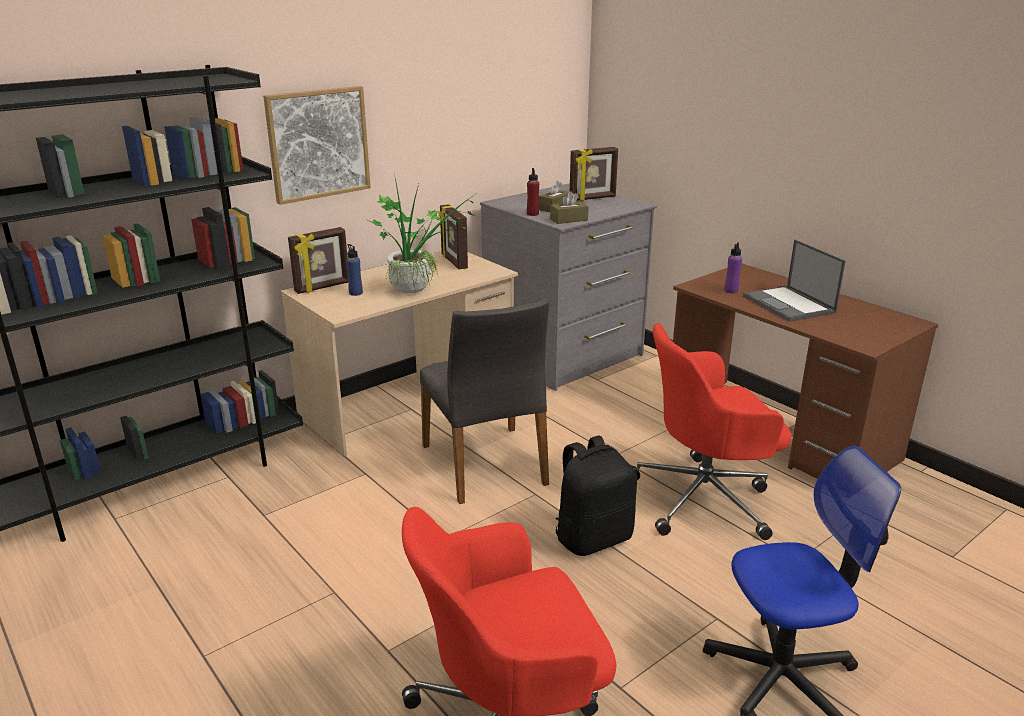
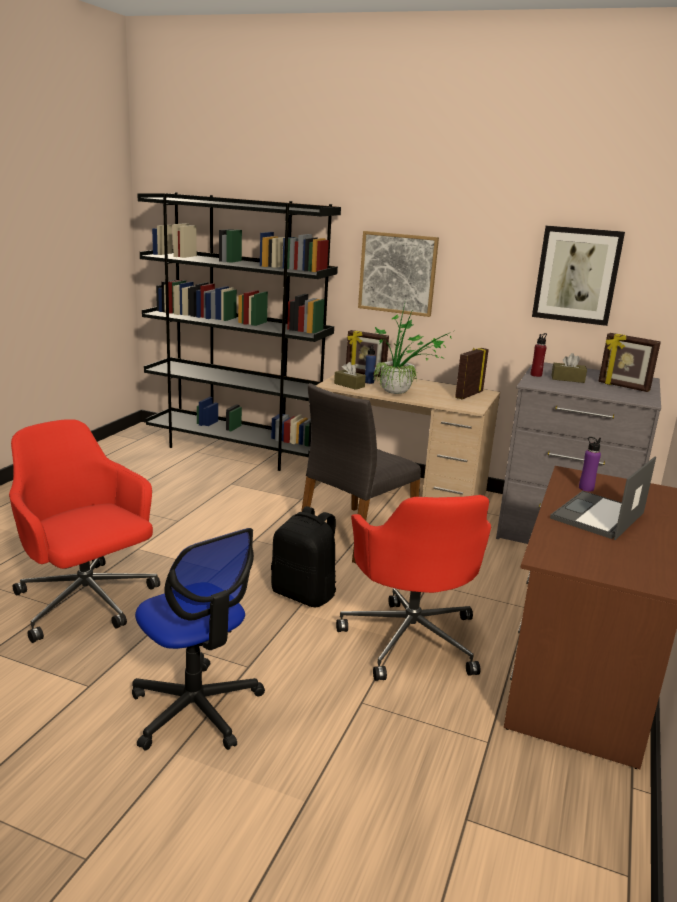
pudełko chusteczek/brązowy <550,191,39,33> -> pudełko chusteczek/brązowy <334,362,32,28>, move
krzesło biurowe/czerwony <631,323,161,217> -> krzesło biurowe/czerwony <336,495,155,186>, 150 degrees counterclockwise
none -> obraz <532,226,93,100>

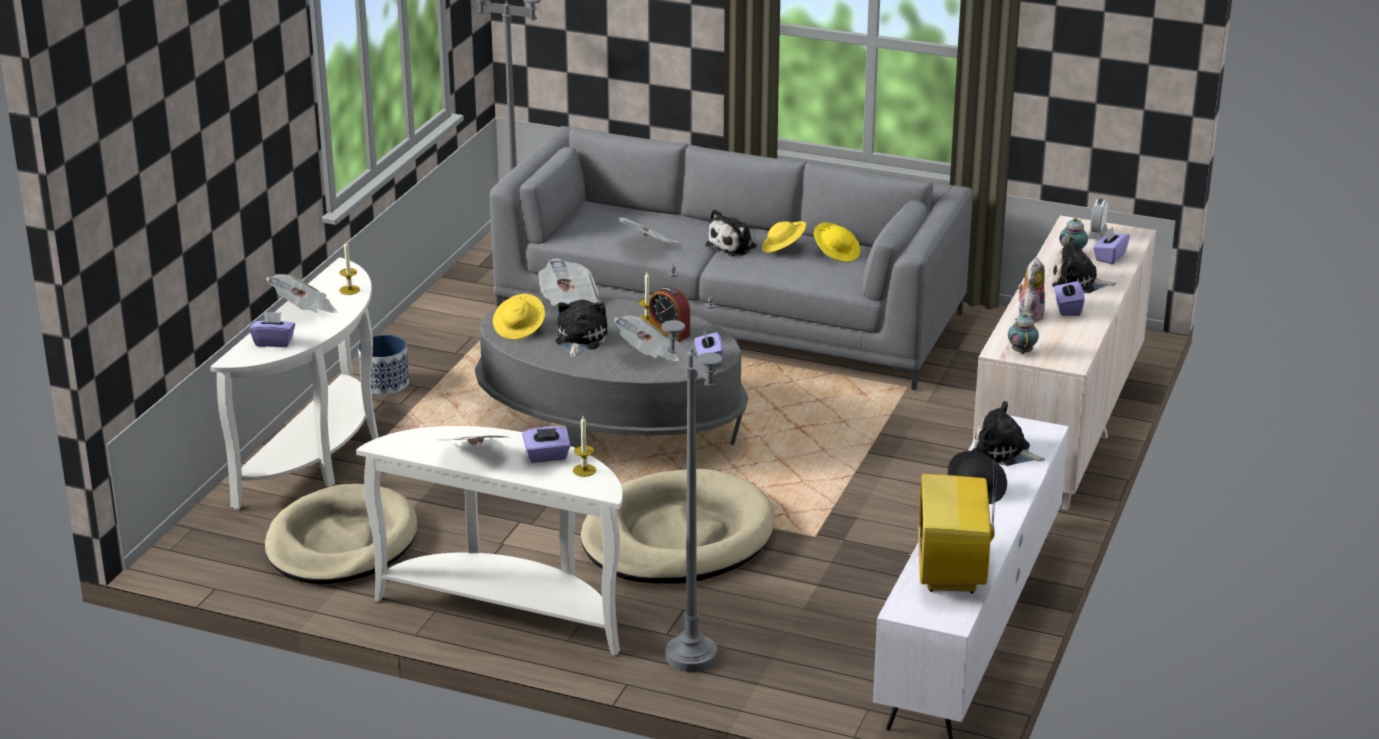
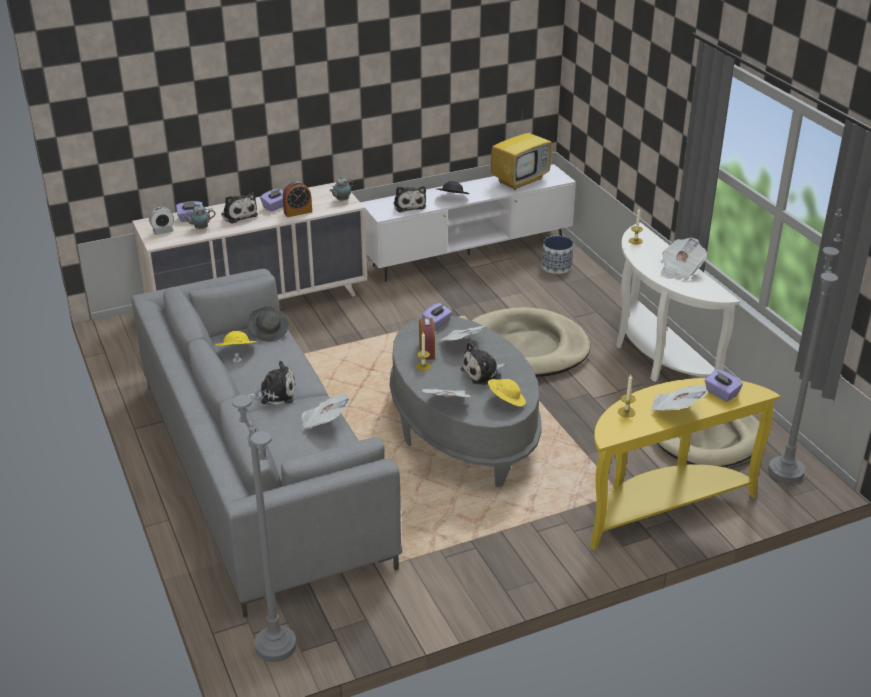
kapelusz/żółty <762,221,44,32> -> none
stolik konsolowy/biały <210,257,168,252> -> stolik konsolowy/żółty <590,378,190,172>
pluszak <1018,258,27,65> -> budzik <283,181,29,36>
lampa stojąca/szary <662,265,60,407> -> lampa stojąca/szary <768,208,74,275>, move
donica <358,335,51,60> -> donica <542,236,32,38>, move
pudełko chusteczek/fioletowy <522,426,49,37> -> none
none -> kapelusz/szary <248,306,40,36>

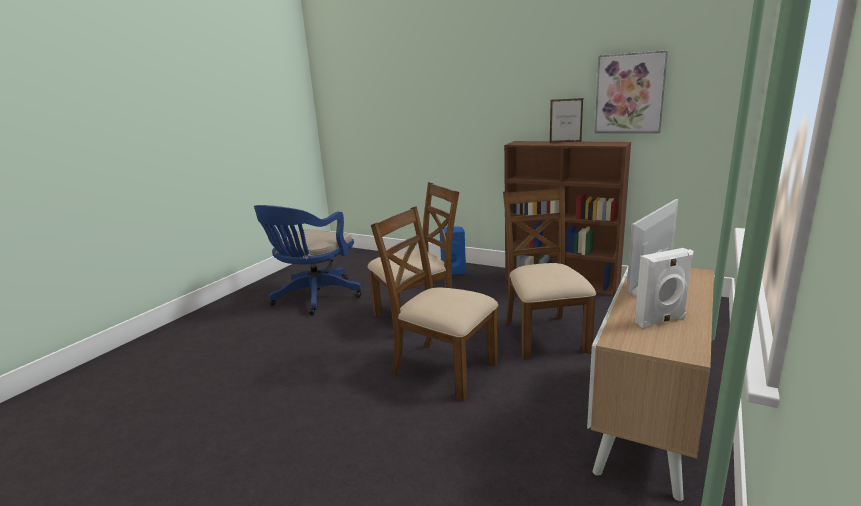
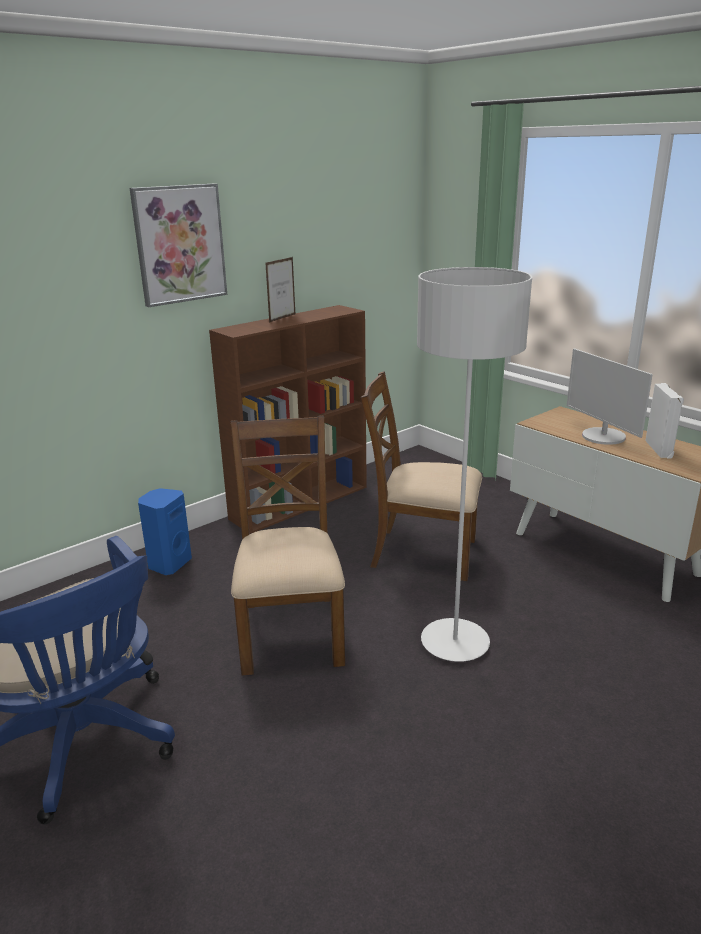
obraz <595,50,73,83> -> obraz <130,184,97,123>, move
krzesło/brązowy <371,206,127,195> -> lampa stojąca/szary <417,267,115,395>

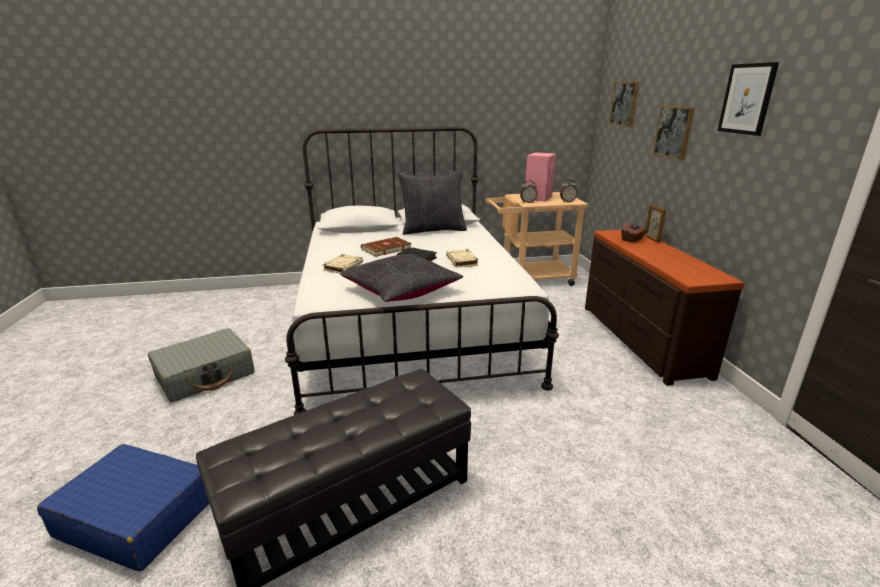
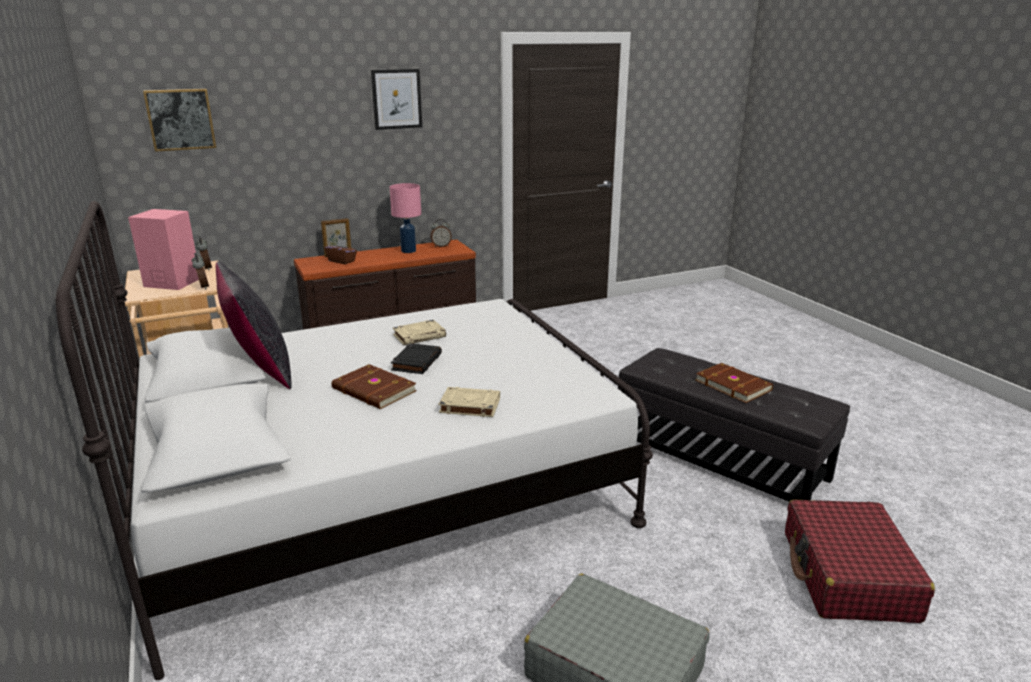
obraz <653,106,41,54> -> none
poduszka/czarny <340,254,124,48> -> none
walizka/niebieski <37,444,172,128> -> walizka/czerwony <785,499,150,124>
none -> lampa stołowa/różowy <390,183,31,70>
none -> budzik <430,219,22,28>
none -> książka/brązowy <695,363,78,40>

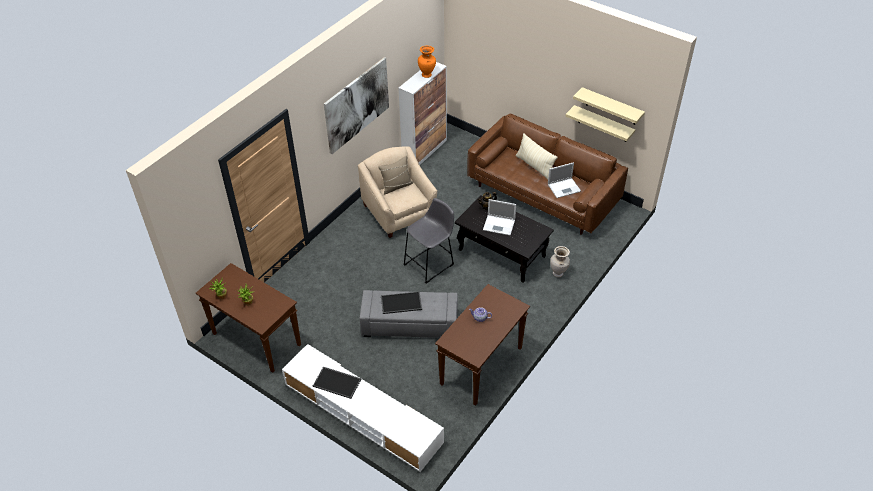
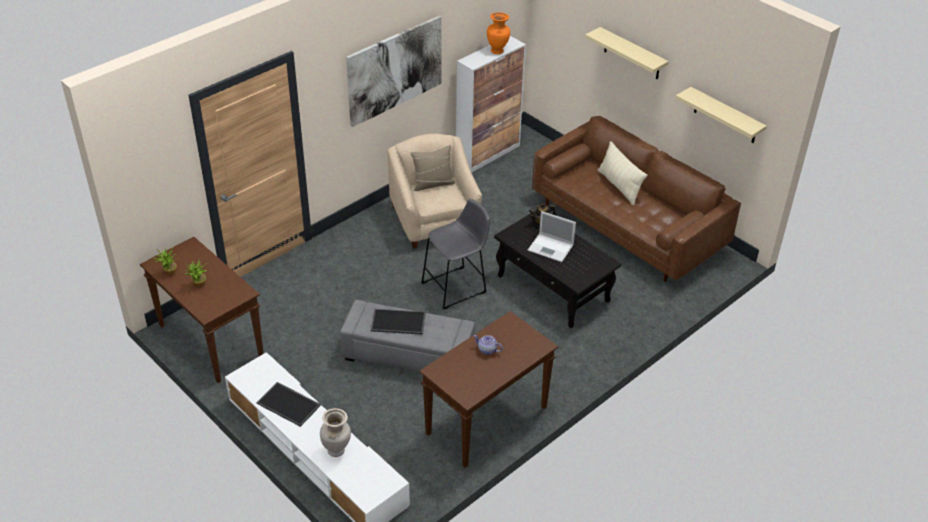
półka/beżowy <565,105,70,37> -> półka/beżowy <585,27,84,52>, move
laptop <548,162,33,36> -> none
wazon/beżowy <550,246,20,31> -> wazon/beżowy <320,408,31,49>, move

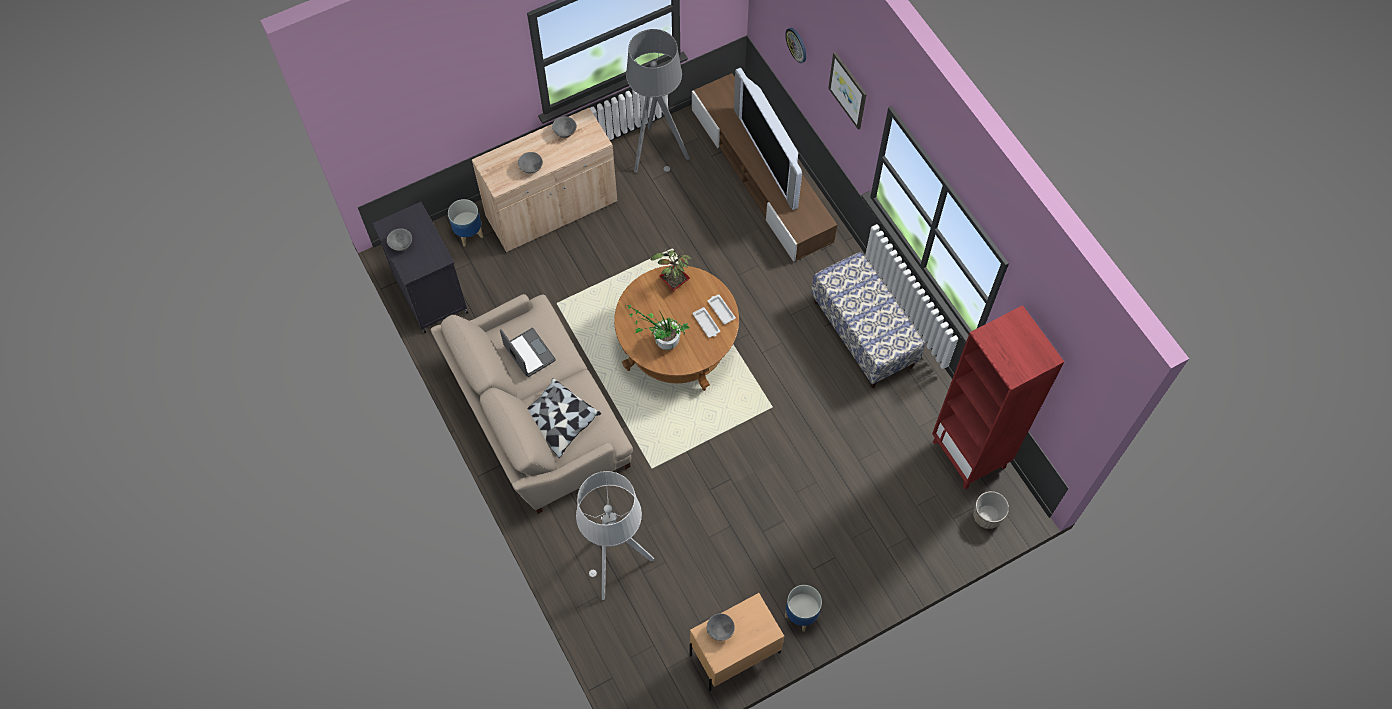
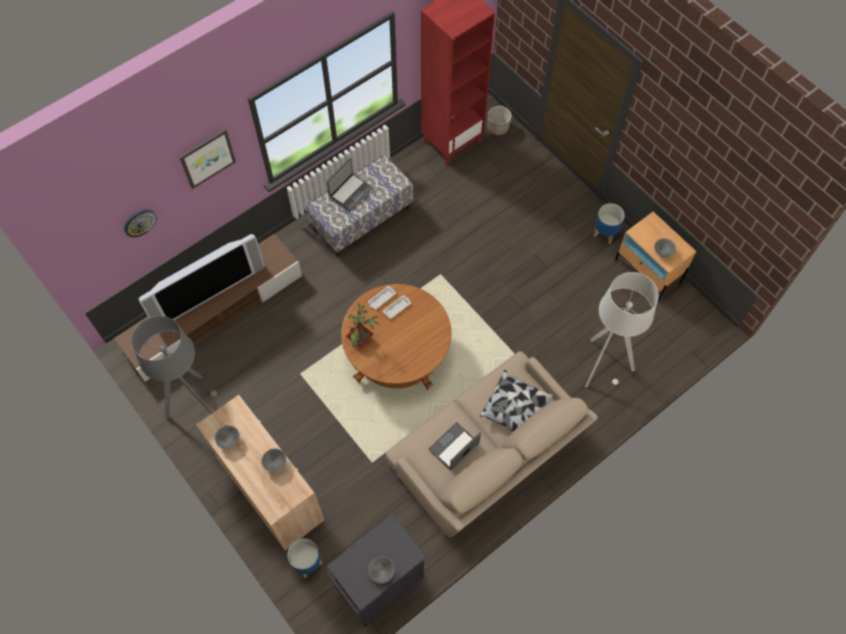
roślina doniczkowa <625,304,65,46> -> none
none -> laptop <327,158,46,53>

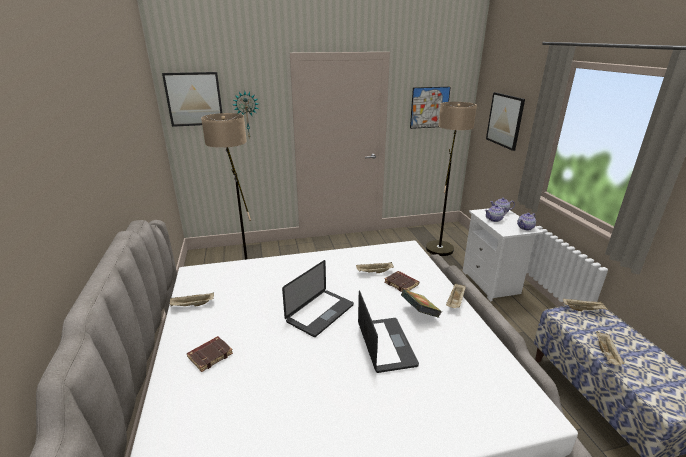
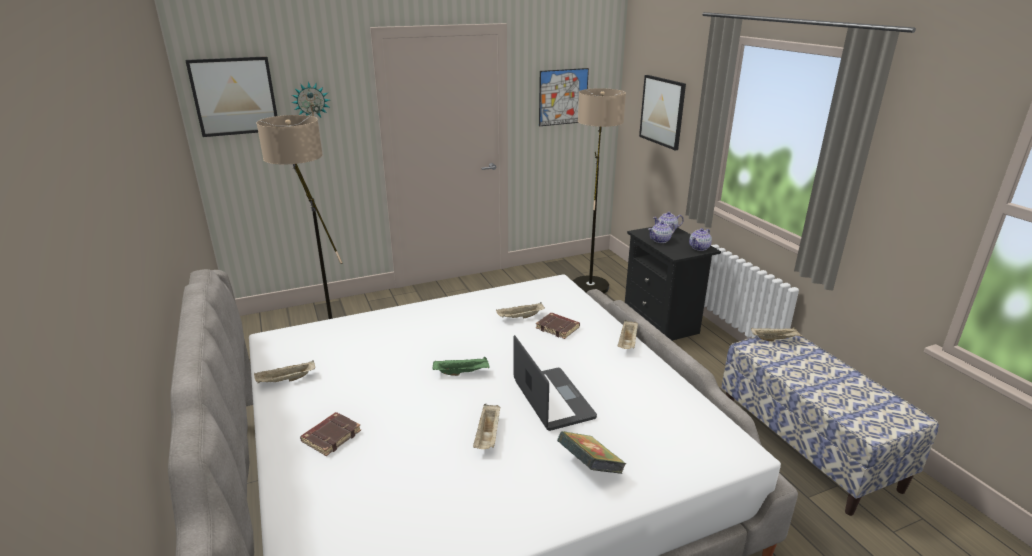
szafka nocna/biały <462,208,81,93> -> szafka nocna/czarny <625,227,96,114>
laptop <282,260,72,77> -> taca/zielony <432,357,58,19>
książka <401,290,41,28> -> książka <557,431,69,43>, move
taca/beżowy <596,331,28,34> -> taca/beżowy <473,404,27,45>, move

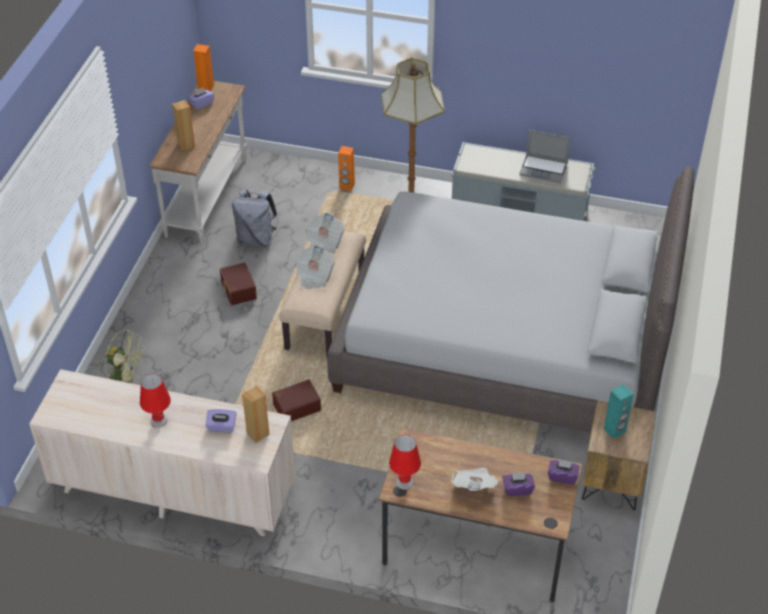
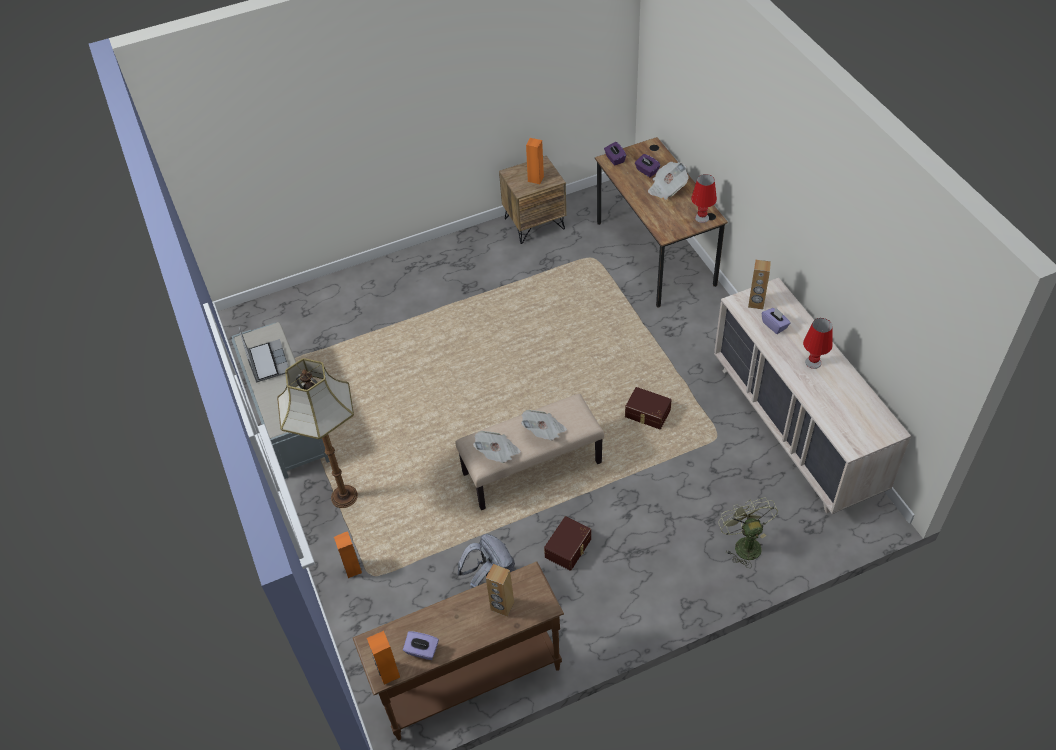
stolik konsolowy/biały <149,81,98,163> -> stolik konsolowy/brązowy <353,562,211,178>
łóżko/szary <327,167,368,266> -> none
głośnik/turkusowy <604,384,30,55> -> głośnik/pomarańczowy <526,138,18,46>

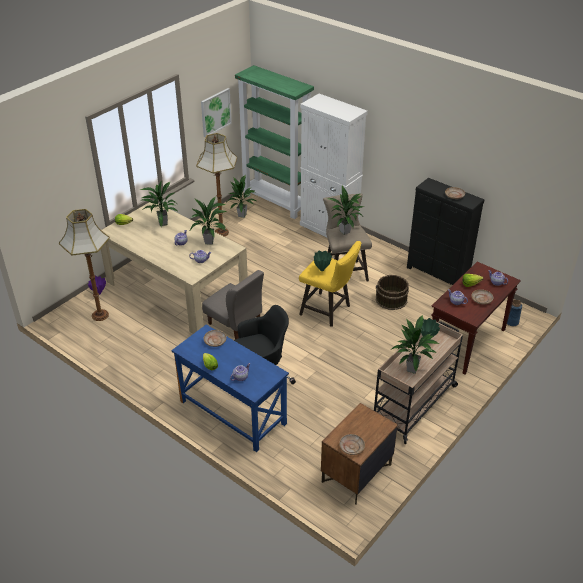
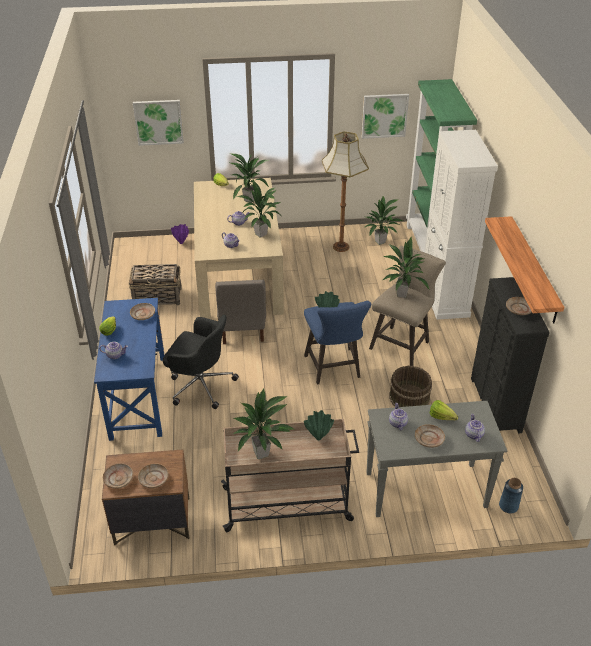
lampa stojąca <59,209,51,112> -> none
stołek/żółty <299,241,62,86> -> stołek/niebieski <304,301,68,84>
stolik konsolowy/brązowy <431,262,90,113> -> stolik konsolowy/szary <366,401,141,116>
none -> obraz <133,100,51,46>
none -> półka <485,216,79,107>
none -> koszyk <128,264,54,41>
none -> talerz/beżowy <138,464,30,24>

